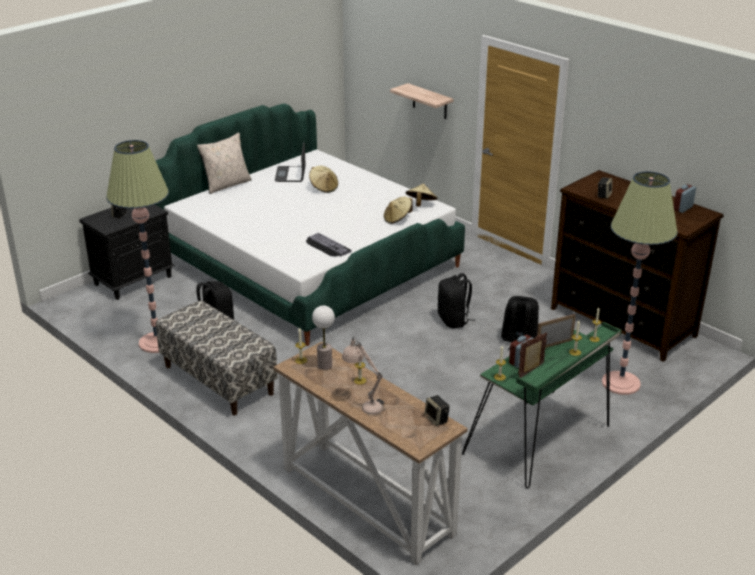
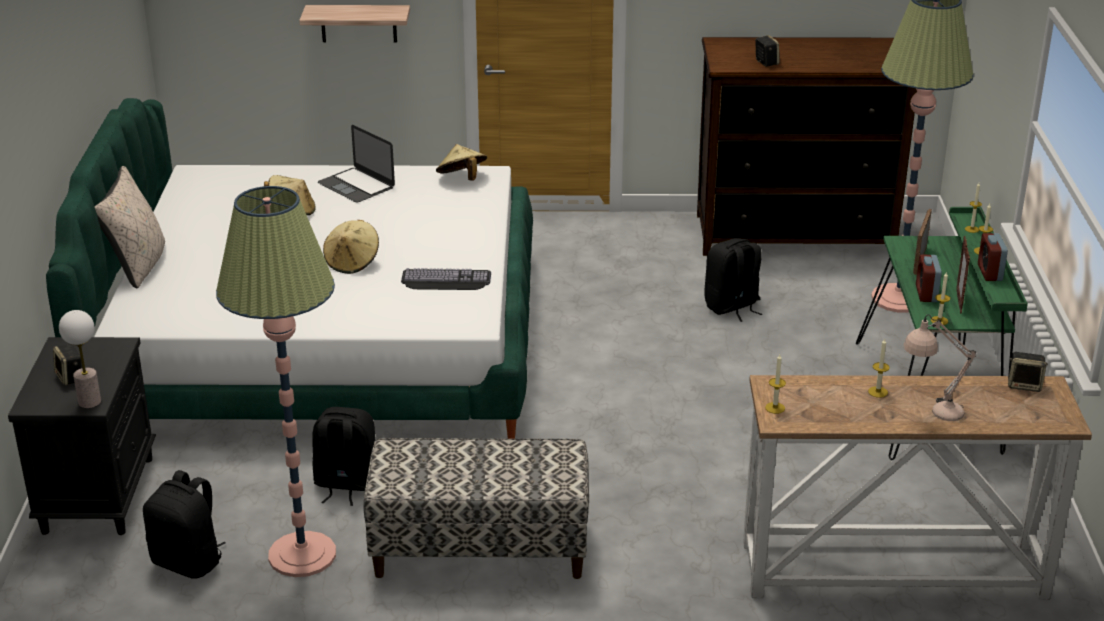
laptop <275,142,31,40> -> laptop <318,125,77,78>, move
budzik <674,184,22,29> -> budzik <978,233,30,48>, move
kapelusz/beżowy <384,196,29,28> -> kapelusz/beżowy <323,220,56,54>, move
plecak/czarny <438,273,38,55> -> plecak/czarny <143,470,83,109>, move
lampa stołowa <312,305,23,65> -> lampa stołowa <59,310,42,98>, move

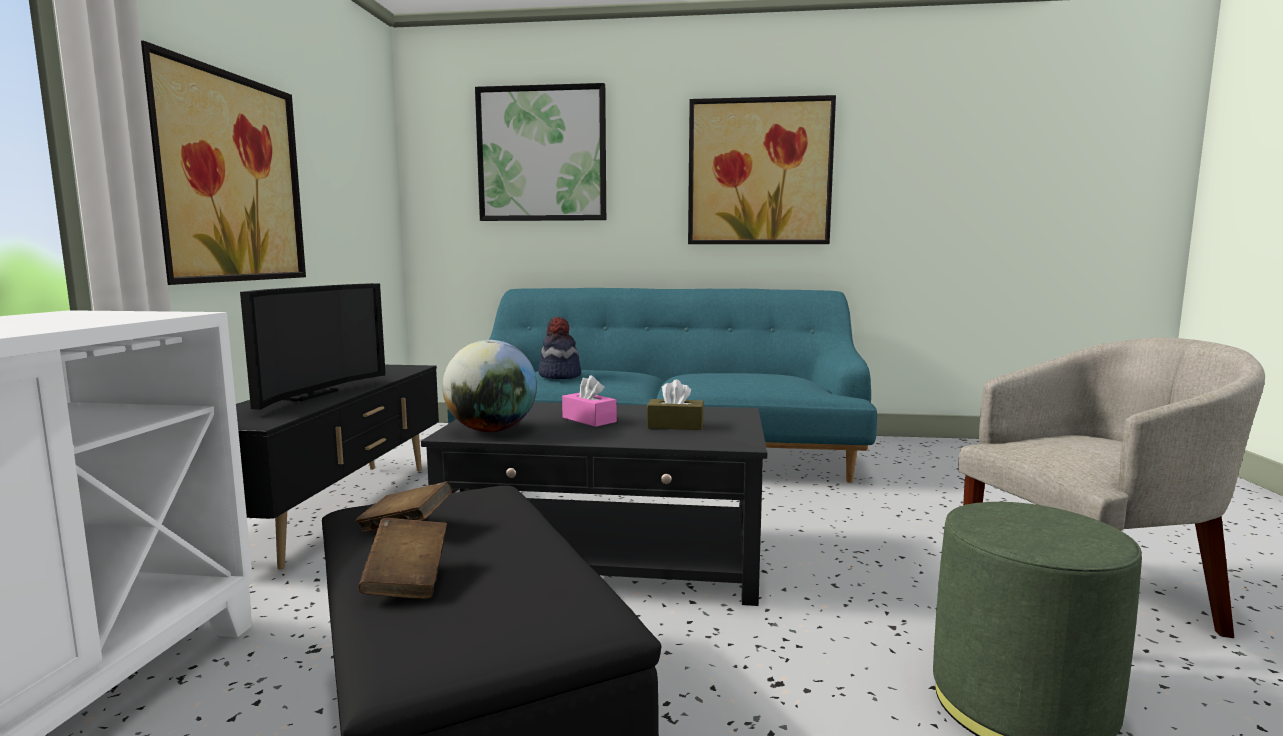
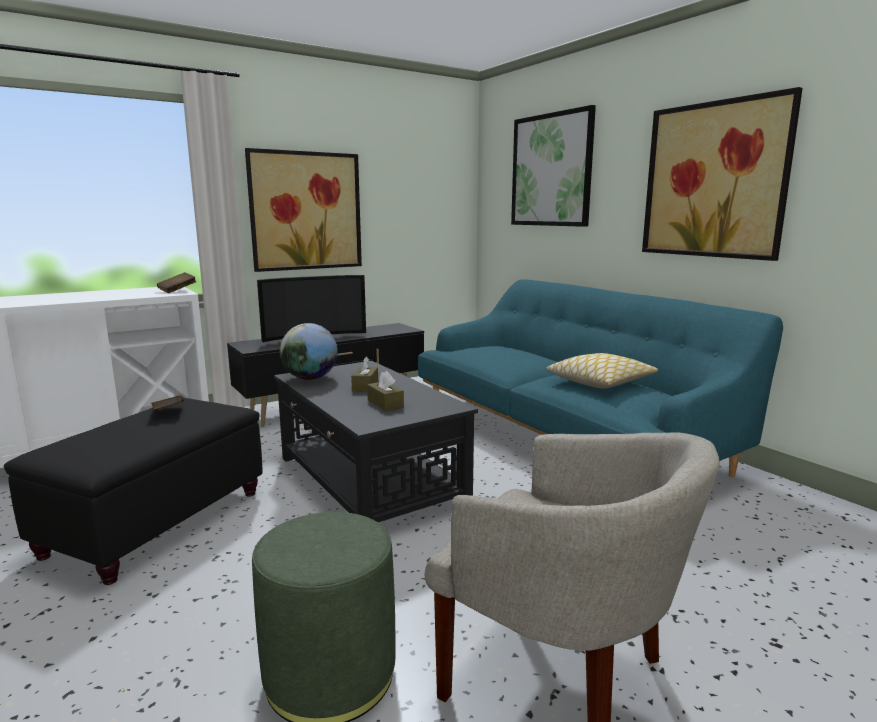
kapelusz <538,317,43,62> -> none
pudełko chusteczek/różowy <562,375,55,52> -> pudełko chusteczek/brązowy <351,357,27,35>
książka/brązowy <358,518,89,81> -> książka/brązowy <157,272,40,21>, move
none -> poduszka <546,353,112,35>

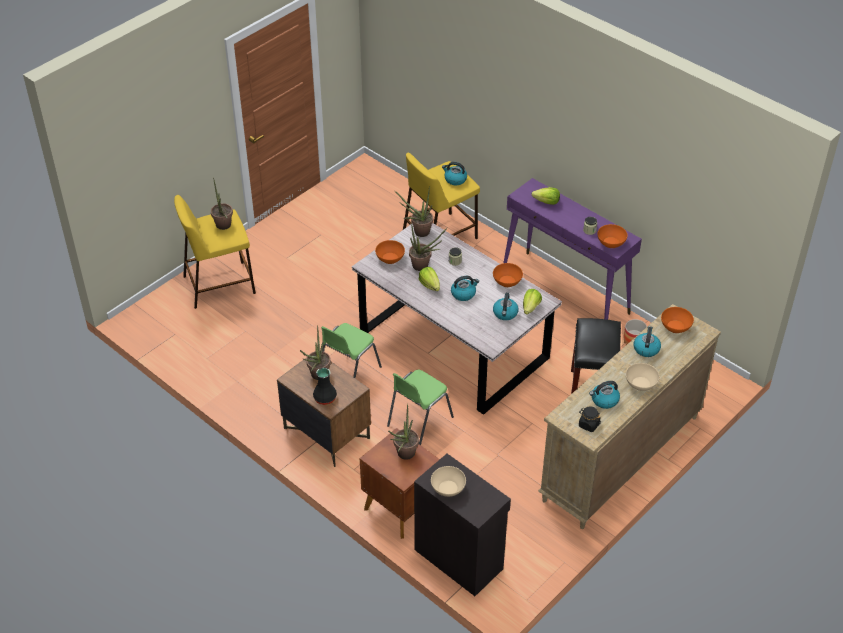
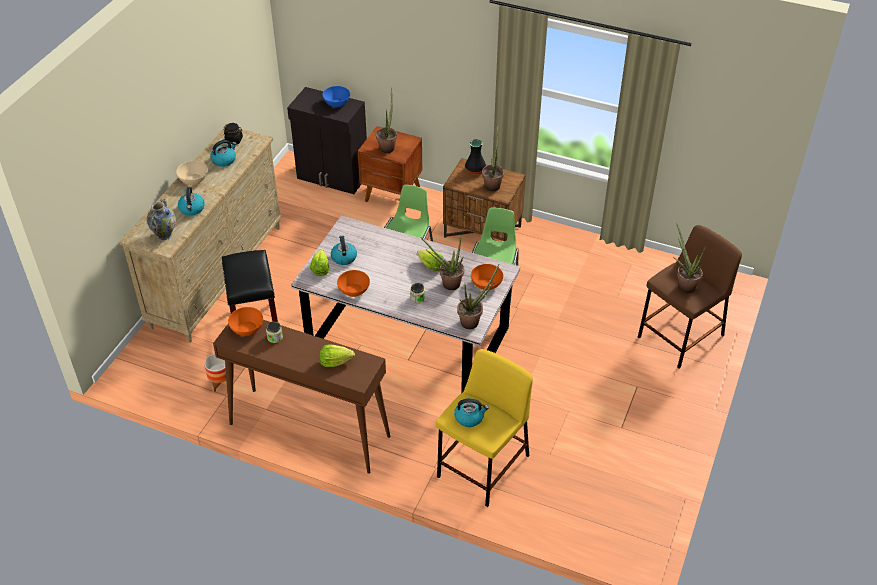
stolik konsolowy/fioletowy <504,178,138,142> -> stolik konsolowy/brązowy <213,320,177,154>
stołek/żółty <174,195,82,114> -> stołek/brązowy <638,225,104,144>
czajnik <451,276,28,25> -> none
miska/pomarańczowy <661,307,33,26> -> wazon <147,198,29,42>
miska/beżowy <431,466,35,31> -> miska/niebieski <322,86,28,21>

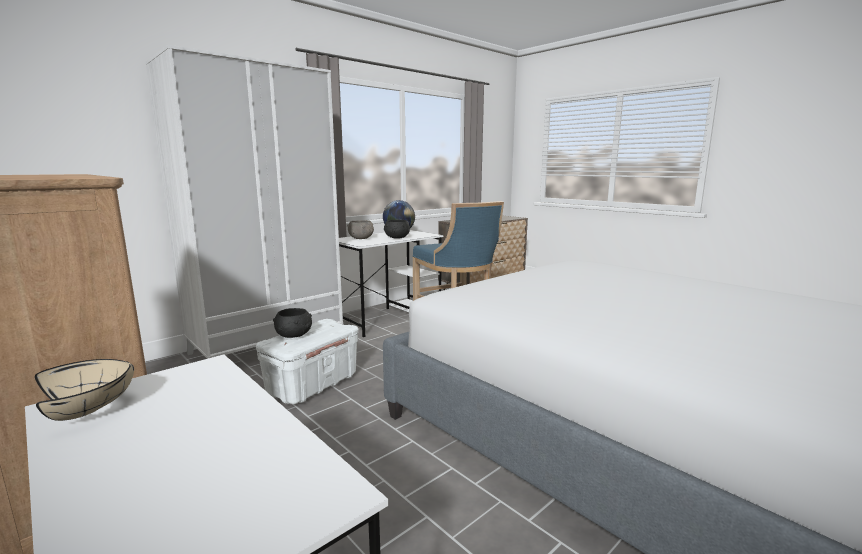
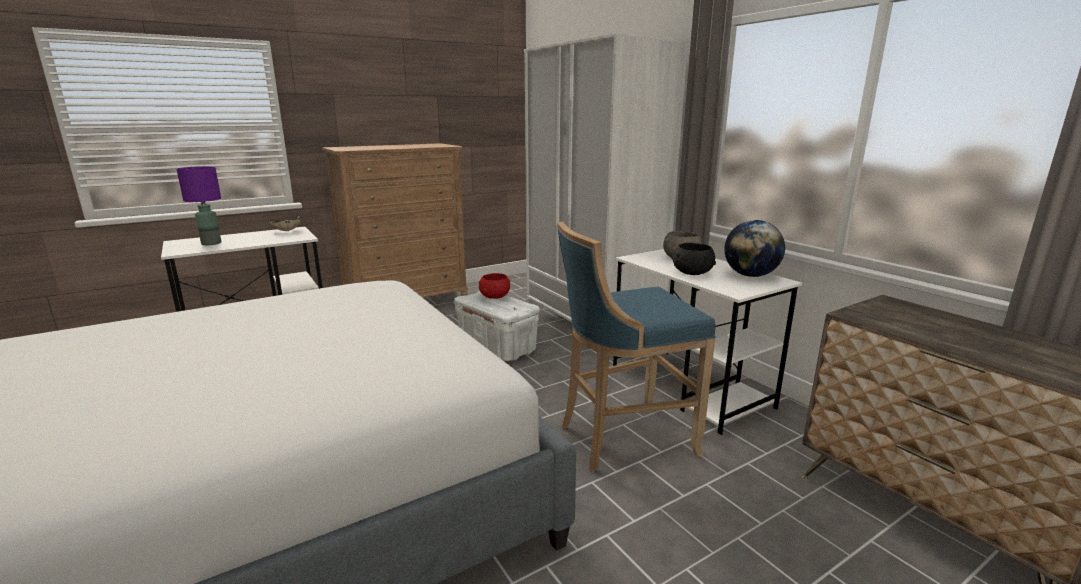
miska/czarny <273,308,39,30> -> miska/czerwony <479,273,32,26>
none -> lampa stołowa/fioletowy <177,166,44,79>

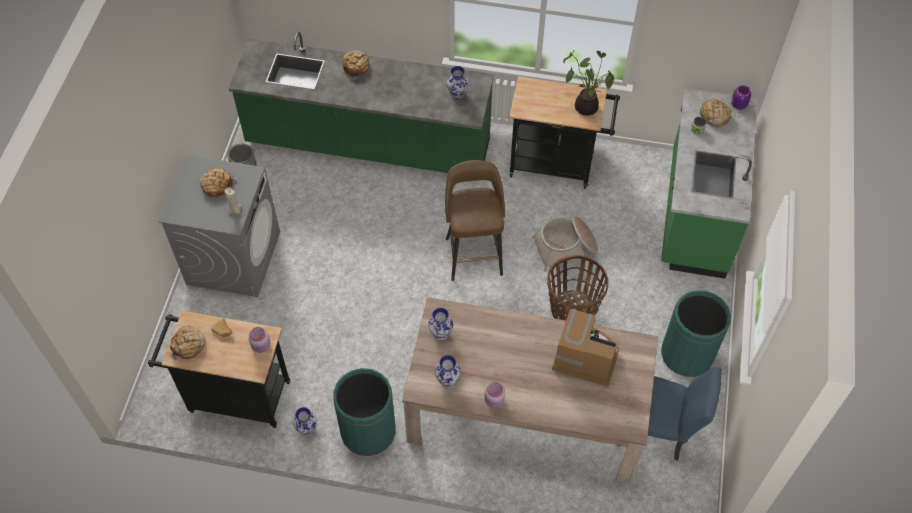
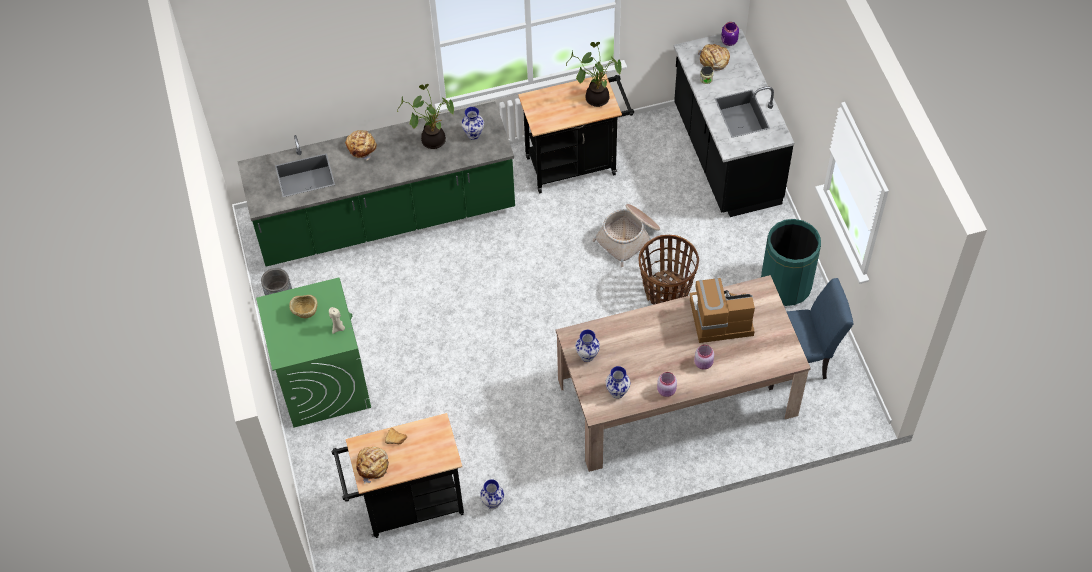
zabudowa kuchenna/zielony <661,88,96,191> -> zabudowa kuchenna/czarny <674,29,120,188>
pralka/szary <159,155,121,142> -> pralka/zielony <256,278,115,150>
stołek/brązowy <445,160,60,121> -> none
chleb <200,168,37,29> -> miska/beżowy <289,295,29,23>
słoik/różowy <248,327,23,26> -> słoik/różowy <694,345,20,25>, move
kosz na śmieci/zielony <333,368,63,88> -> none
none -> roślina doniczkowa <397,84,57,65>

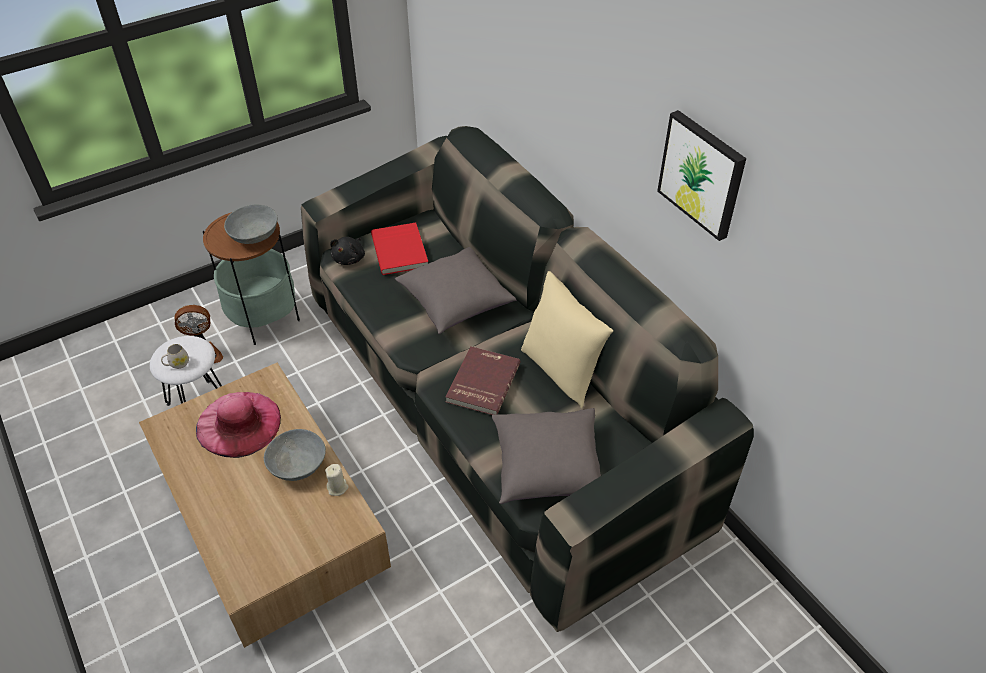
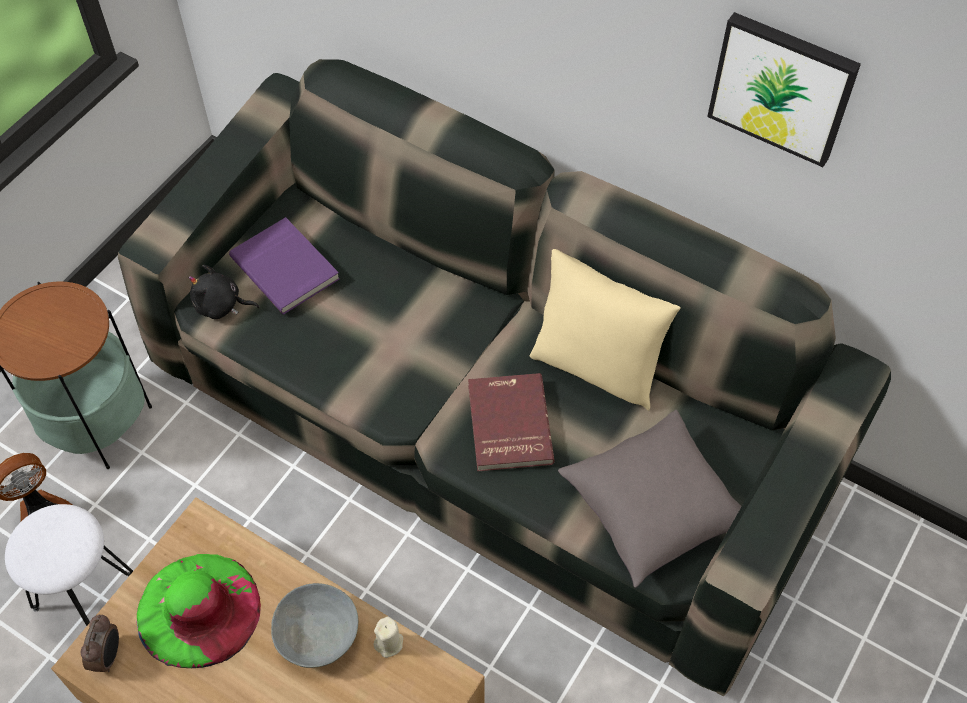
miska/szary <224,204,53,40> -> none
książka/czerwony <371,223,57,52> -> książka/fioletowy <229,217,111,97>
pluszak/czarny <330,237,35,28> -> pluszak/czarny <189,265,70,54>, 105 degrees clockwise
poduszka/szary <395,247,121,87> -> none
kubek/biały <161,344,28,25> -> none
kapelusz/różowy <196,392,85,66> -> kapelusz/zielony <137,554,124,114>
none -> budzik <81,615,38,57>

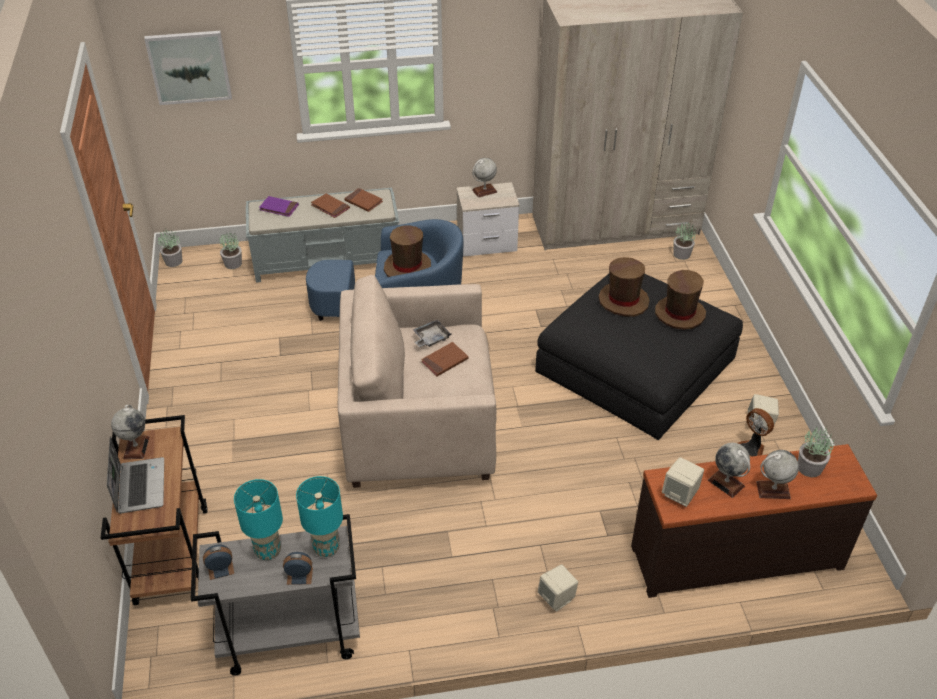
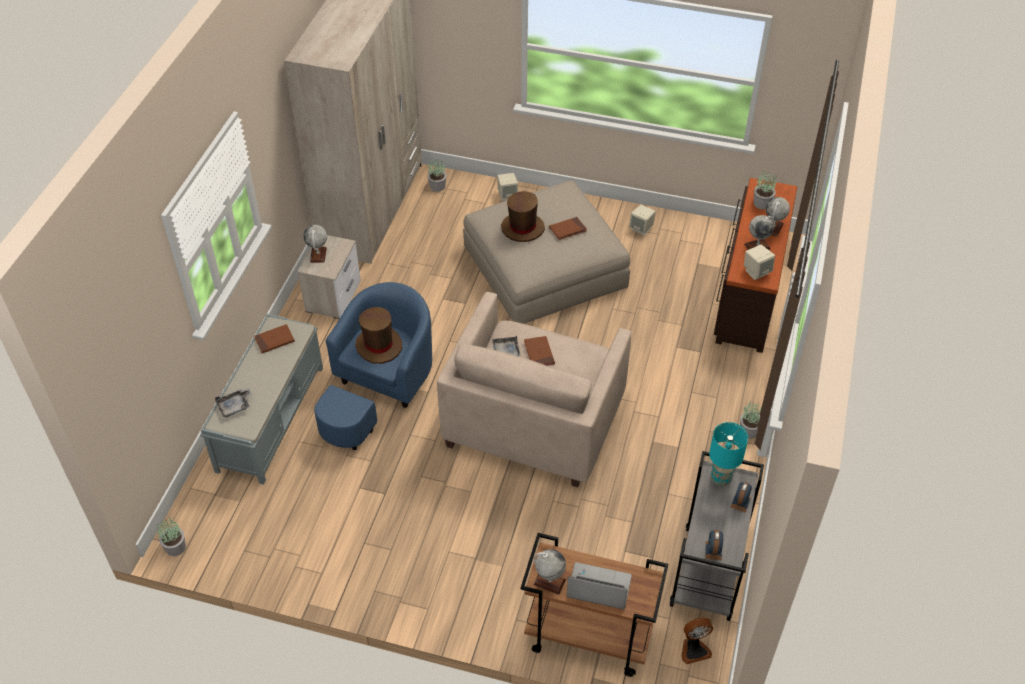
obraz <144,31,88,74> -> none
książka/brązowy <311,193,39,25> -> książka/brązowy <549,217,38,23>, move
książka/fioletowy <259,196,40,21> -> taca/szary <215,388,36,30>
roślina doniczkowa <220,232,22,37> -> roślina doniczkowa <740,401,21,38>, move
kapelusz/brązowy <655,270,51,60> -> none
pufa/czarny <535,274,208,166> -> pufa/beżowy <463,180,167,144>
wentylator <738,408,36,49> -> wentylator <682,617,31,47>, move
lampa stołowa/turkusowy <234,479,49,81> -> none
głośnik/beżowy <538,565,40,46> -> głośnik/beżowy <497,173,21,28>, move

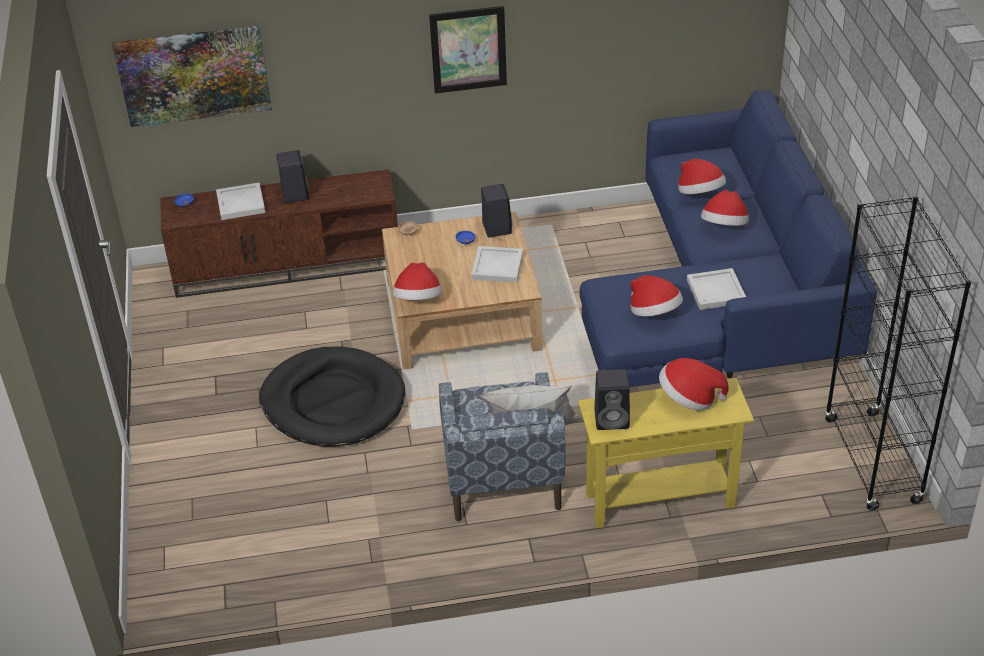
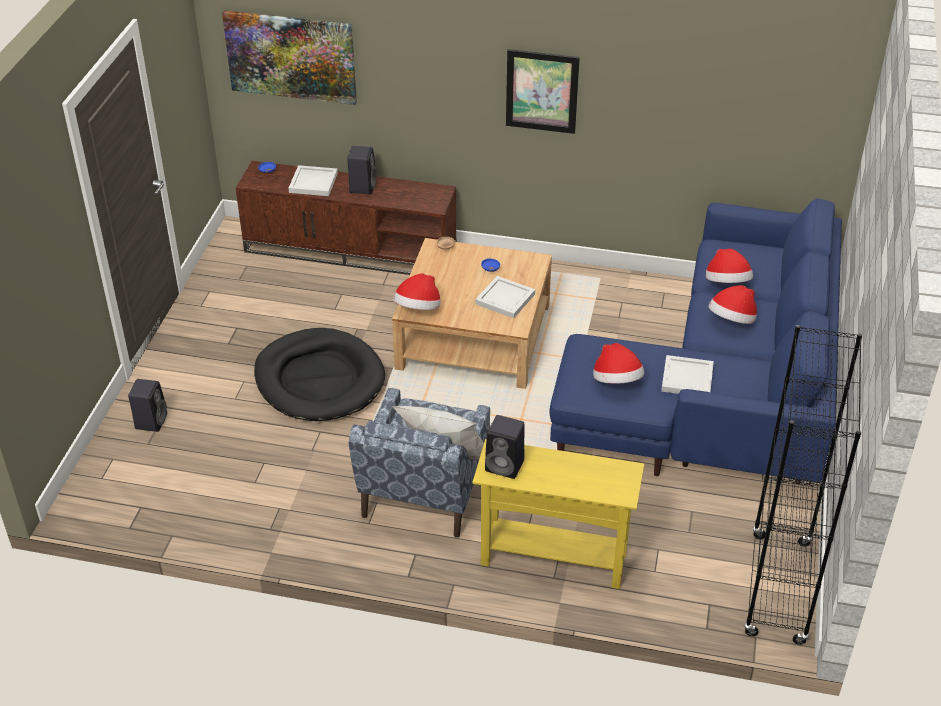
głośnik/czarny <481,184,31,53> -> głośnik/czarny <128,379,39,53>, move
kapelusz <659,358,70,52> -> none

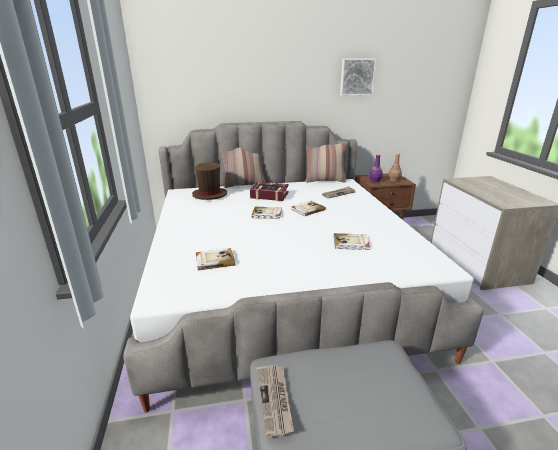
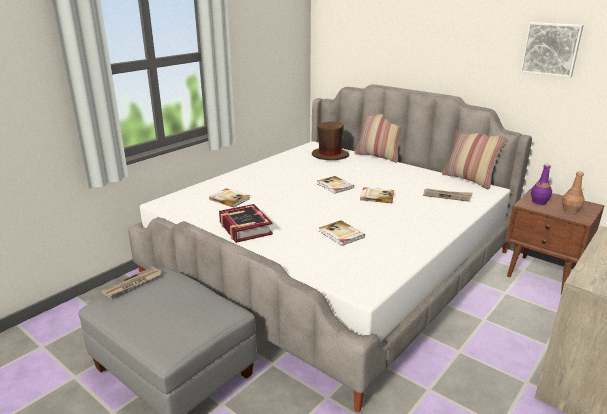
książka <250,182,39,19> -> książka <219,204,54,39>, move

